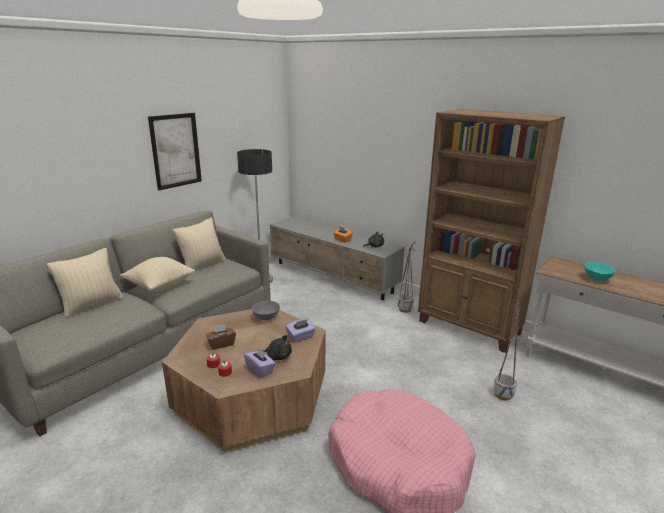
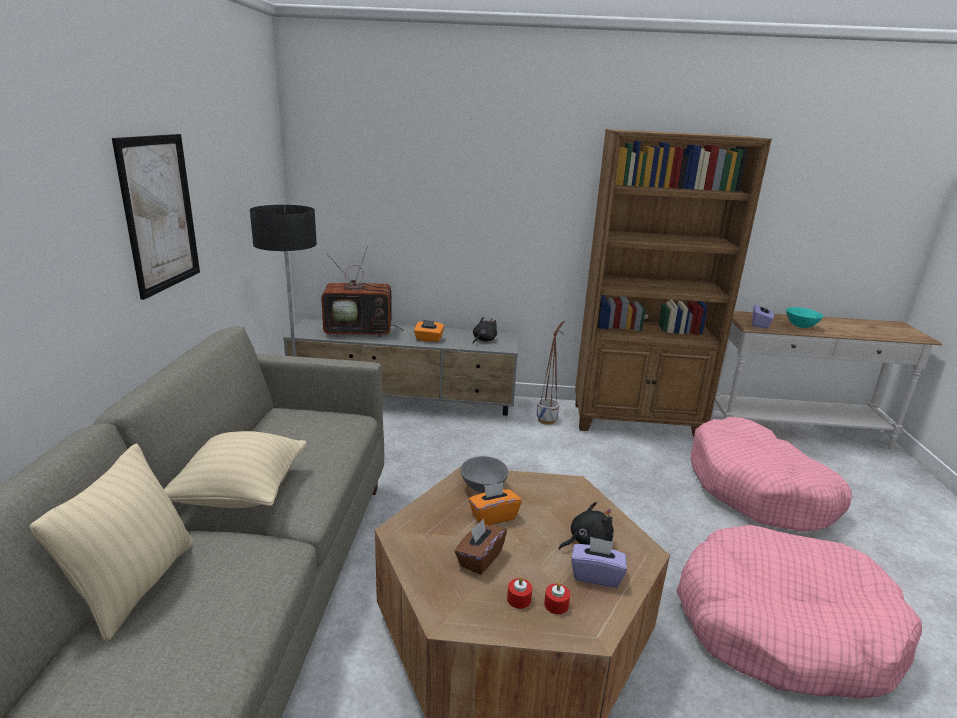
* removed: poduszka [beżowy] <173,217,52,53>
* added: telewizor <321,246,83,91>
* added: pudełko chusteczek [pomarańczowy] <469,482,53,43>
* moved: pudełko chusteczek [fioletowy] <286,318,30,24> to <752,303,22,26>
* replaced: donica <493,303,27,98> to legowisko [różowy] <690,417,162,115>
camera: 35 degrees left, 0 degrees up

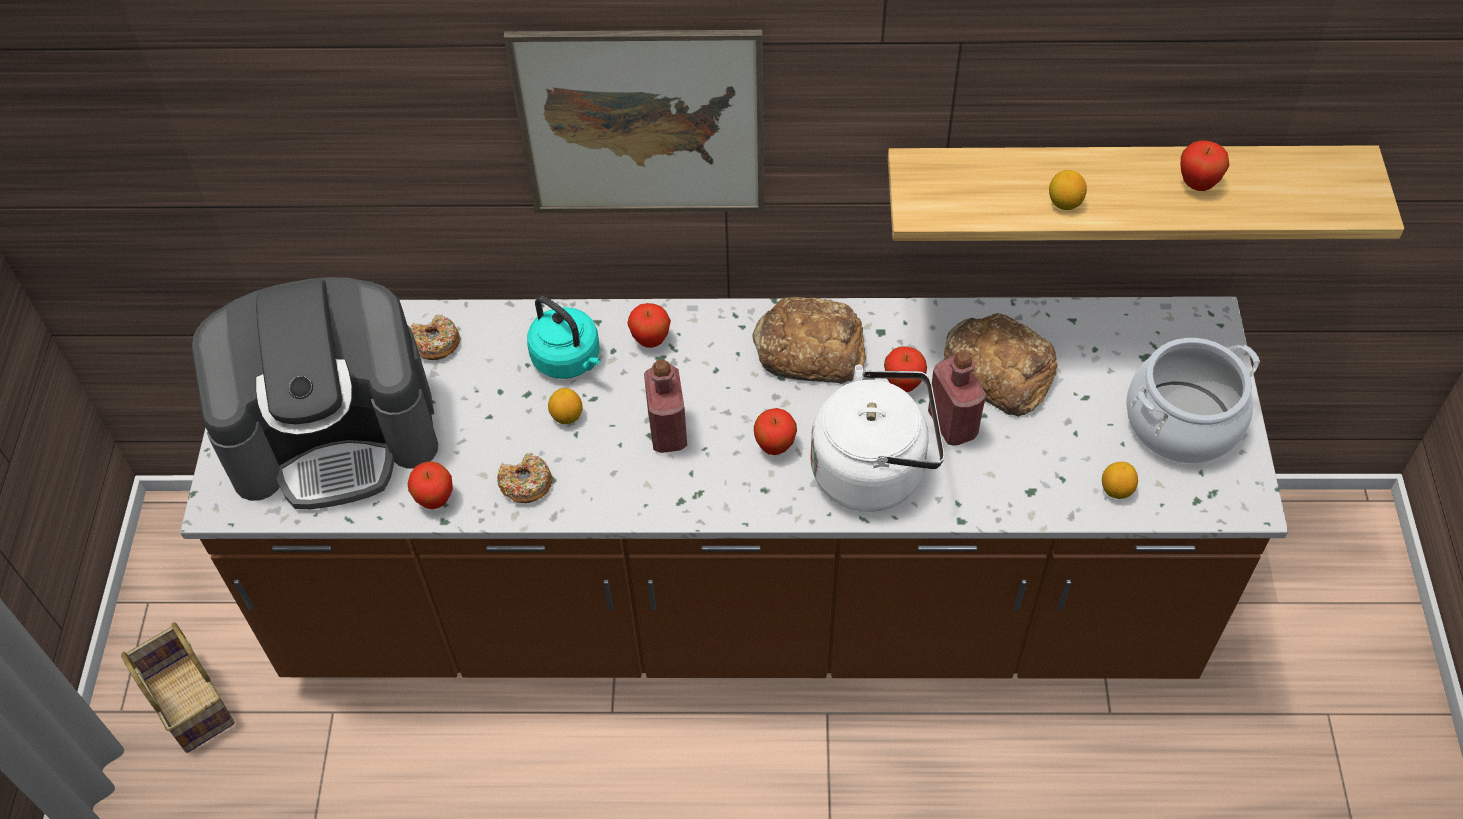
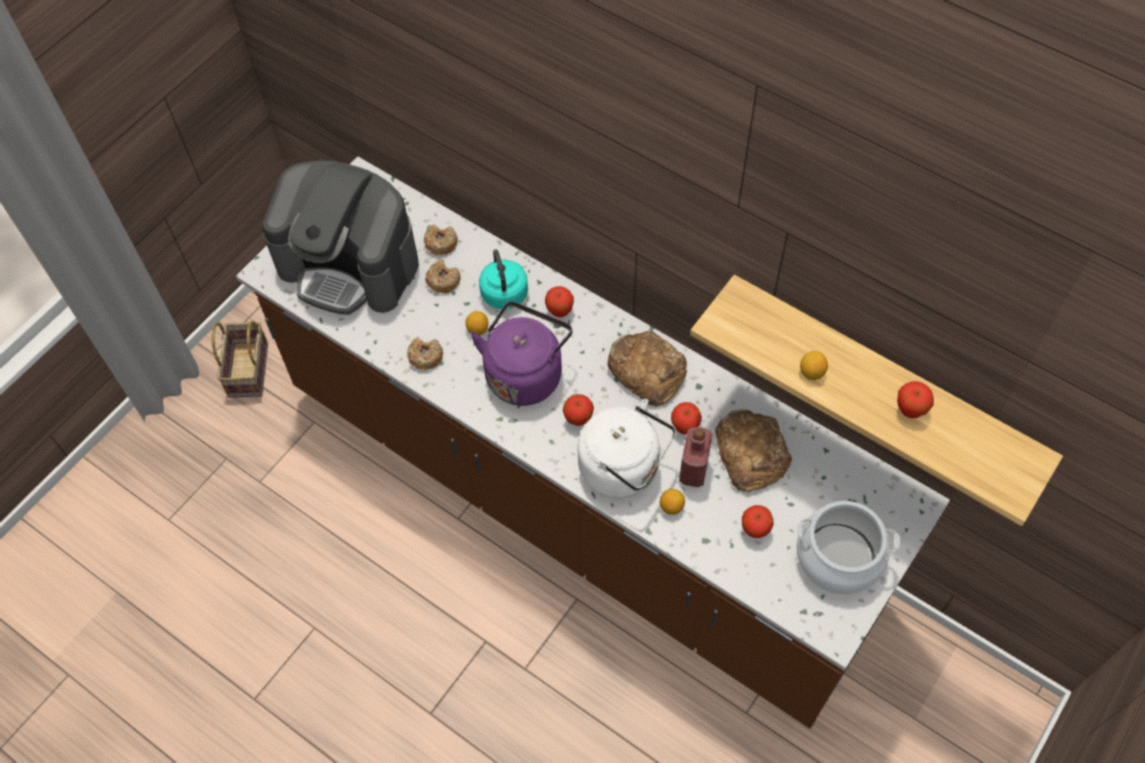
* removed: obraz <504,30,260,183>
* added: donut <425,260,36,33>
* moved: jabłko <408,461,45,48> to <742,505,32,33>
* moved: cytryna <1102,462,36,37> to <660,489,25,26>
* replaced: butelka [czerwony] <644,359,43,94> to czajnik [fioletowy] <470,301,102,105>
camera: 35 degrees right, 5 degrees up

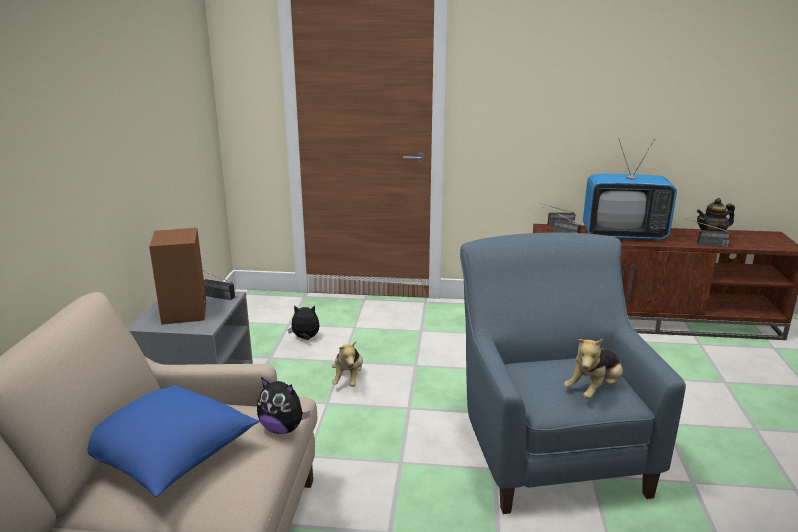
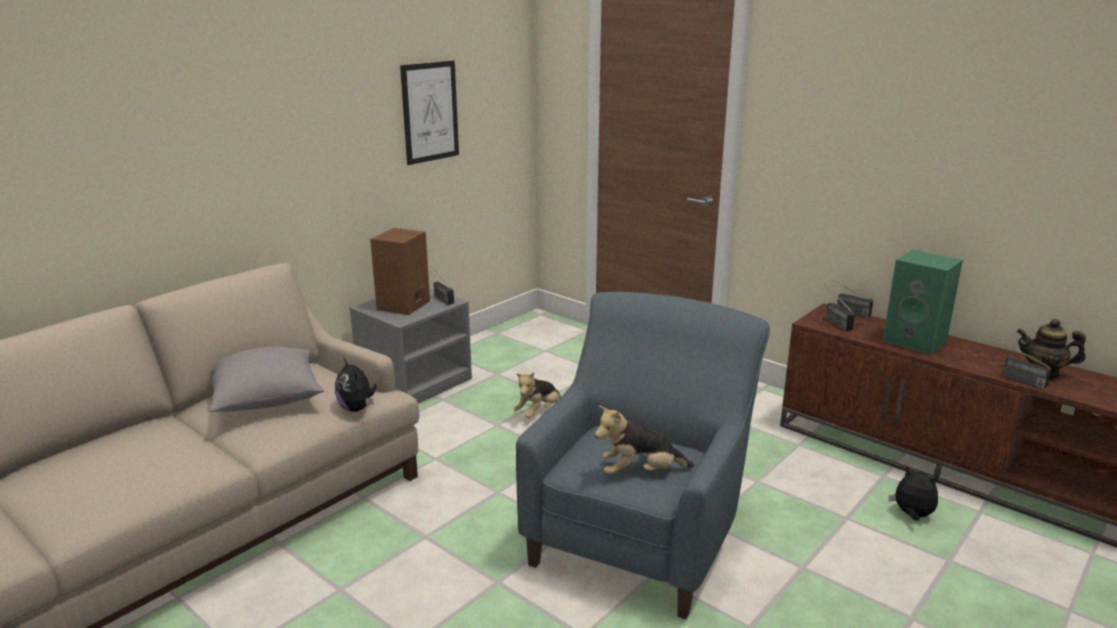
* added: obraz <400,61,59,104>
* moved: pluszak <288,305,32,35> to <889,466,49,55>
* replaced: telewizor <583,138,94,102> to głośnik [zielony] <882,250,81,105>
* recoloured: poduszka [niebieski] <87,384,172,113> to poduszka [szary] <209,346,115,66>
camera: 35 degrees right, 0 degrees up

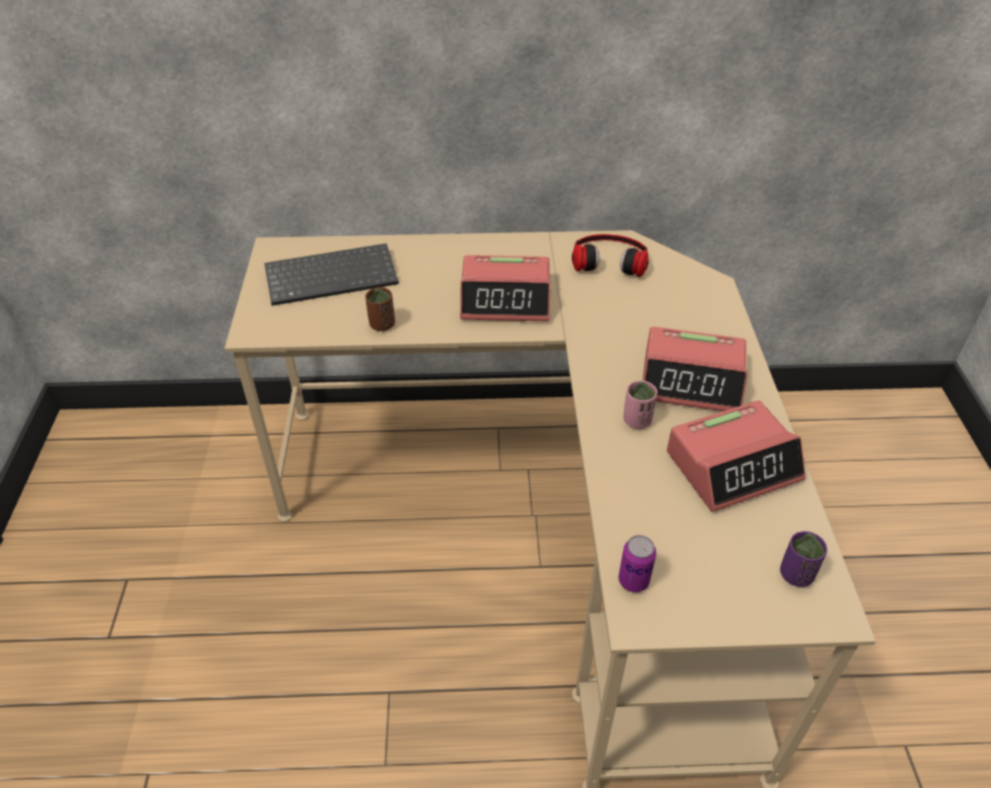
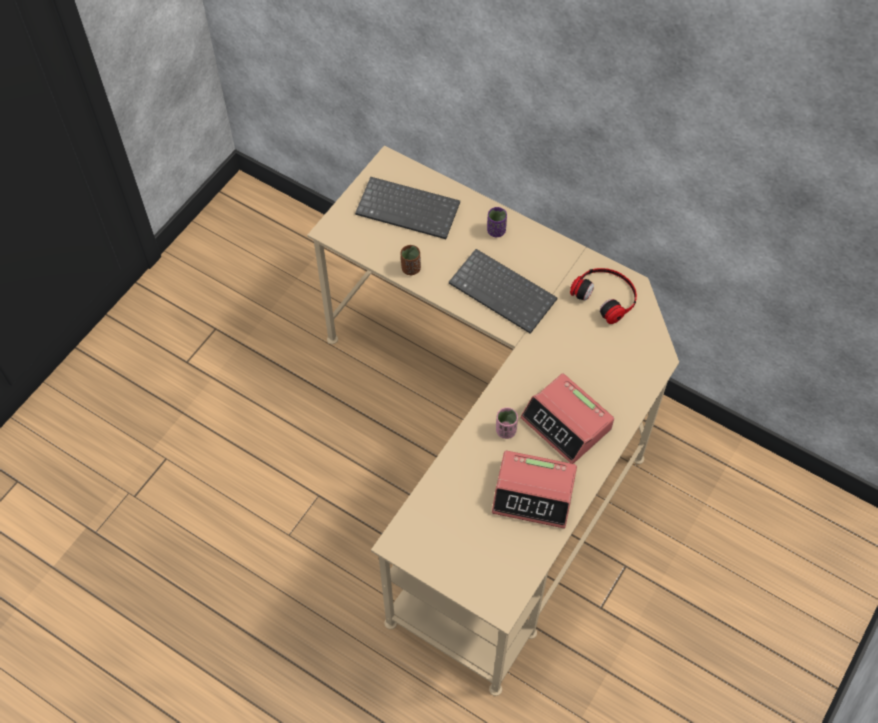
* removed: puszka <618,535,38,57>
* moved: filiżanka [fioletowy] <780,531,47,56> to <487,207,20,30>
* replaced: budzik <460,255,91,66> to klawiatura <449,249,108,85>
camera: 35 degrees right, 15 degrees up

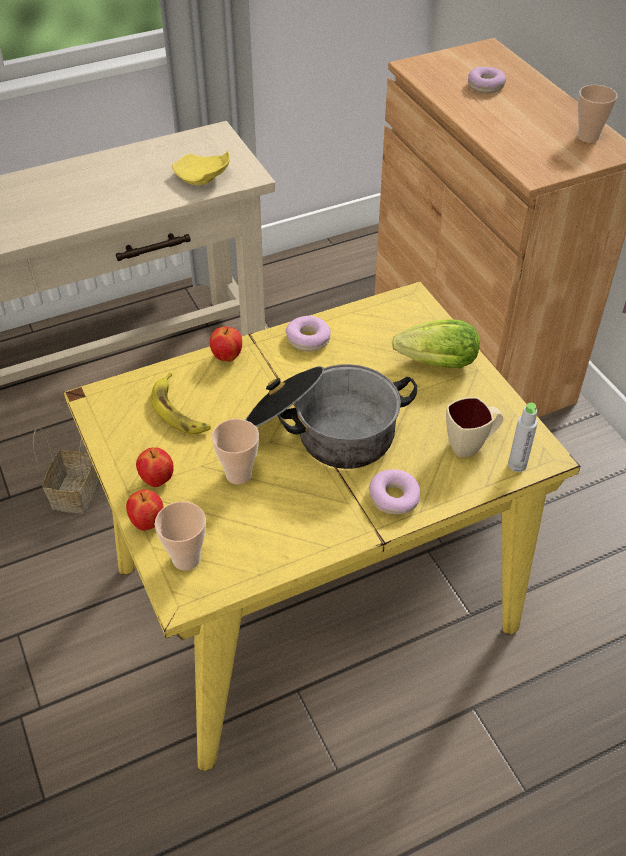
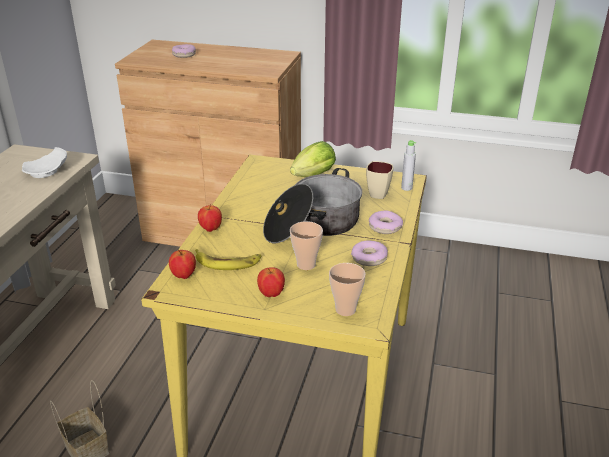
* removed: filiżanka <578,85,39,58>
* moved: jabłko <126,489,38,41> to <169,250,27,29>
* moved: donut <286,316,45,35> to <351,241,37,25>
* recoloured: talerz [żółty] <172,151,58,34> to talerz [biały] <22,147,45,31>
camera: 50 degrees left, 15 degrees down

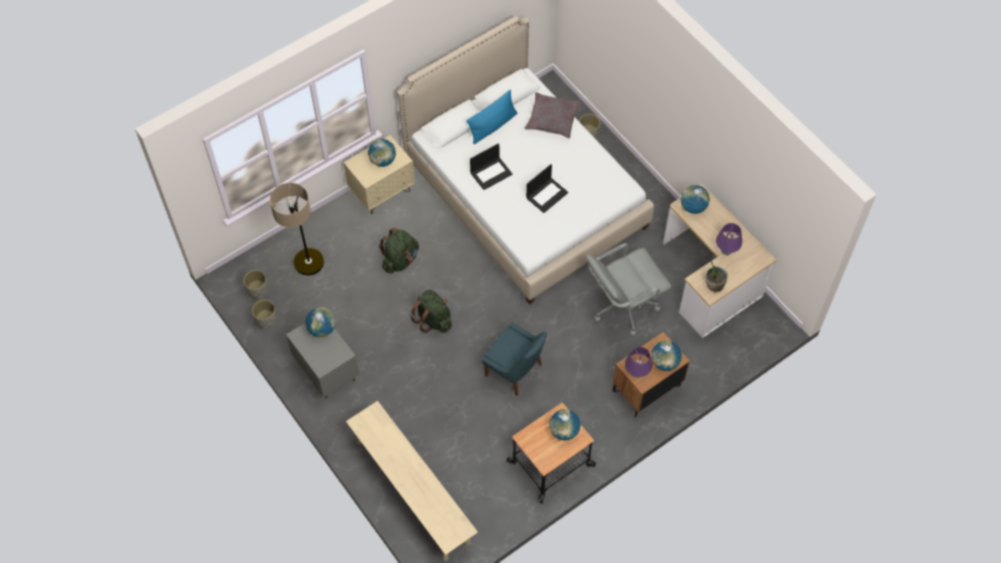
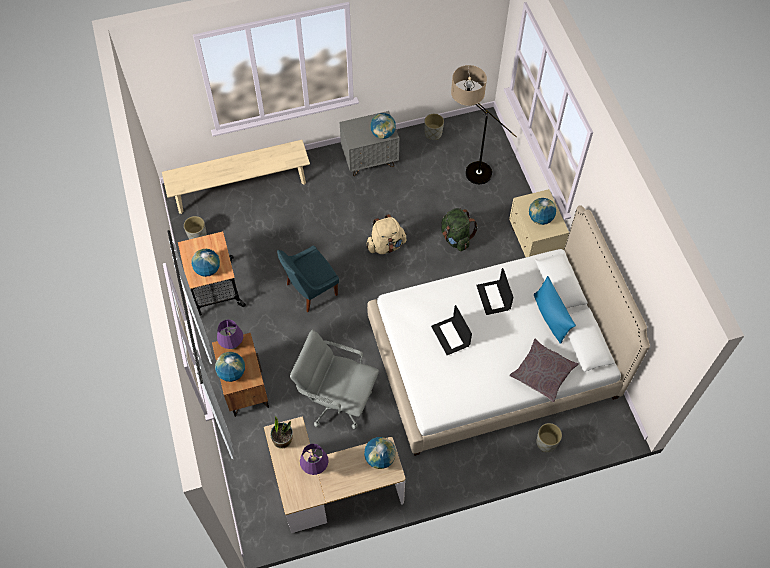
* moved: donica [szary] <243,270,25,30> to <184,216,23,23>
* recoloured: plecak [zielony] <410,289,42,44> to plecak [beżowy] <367,214,40,40>
* turned: krzesło biurowe [szary] <586,243,86,92> = <290,330,89,99> 60 degrees counterclockwise
camera: 110 degrees right, 0 degrees up

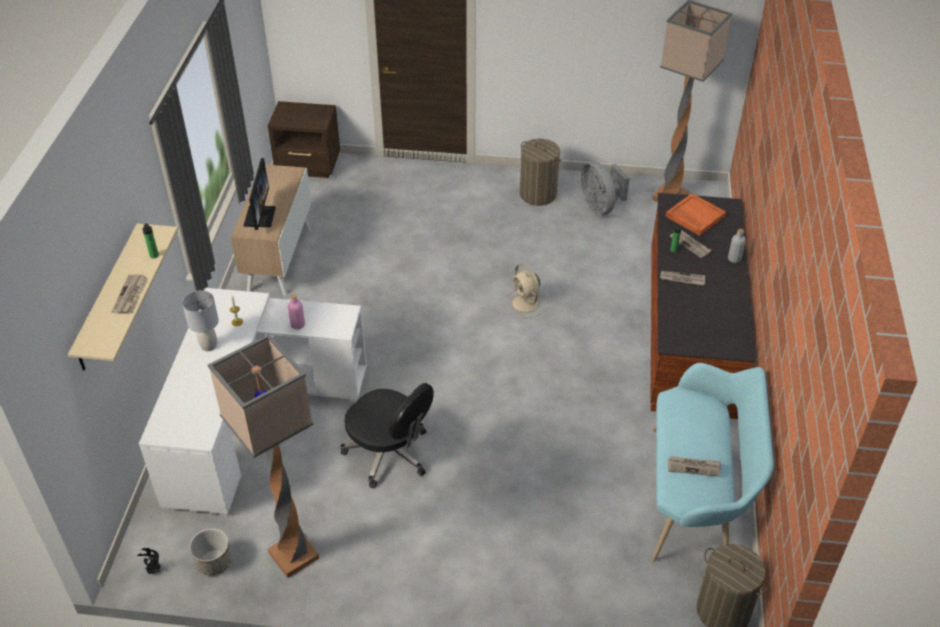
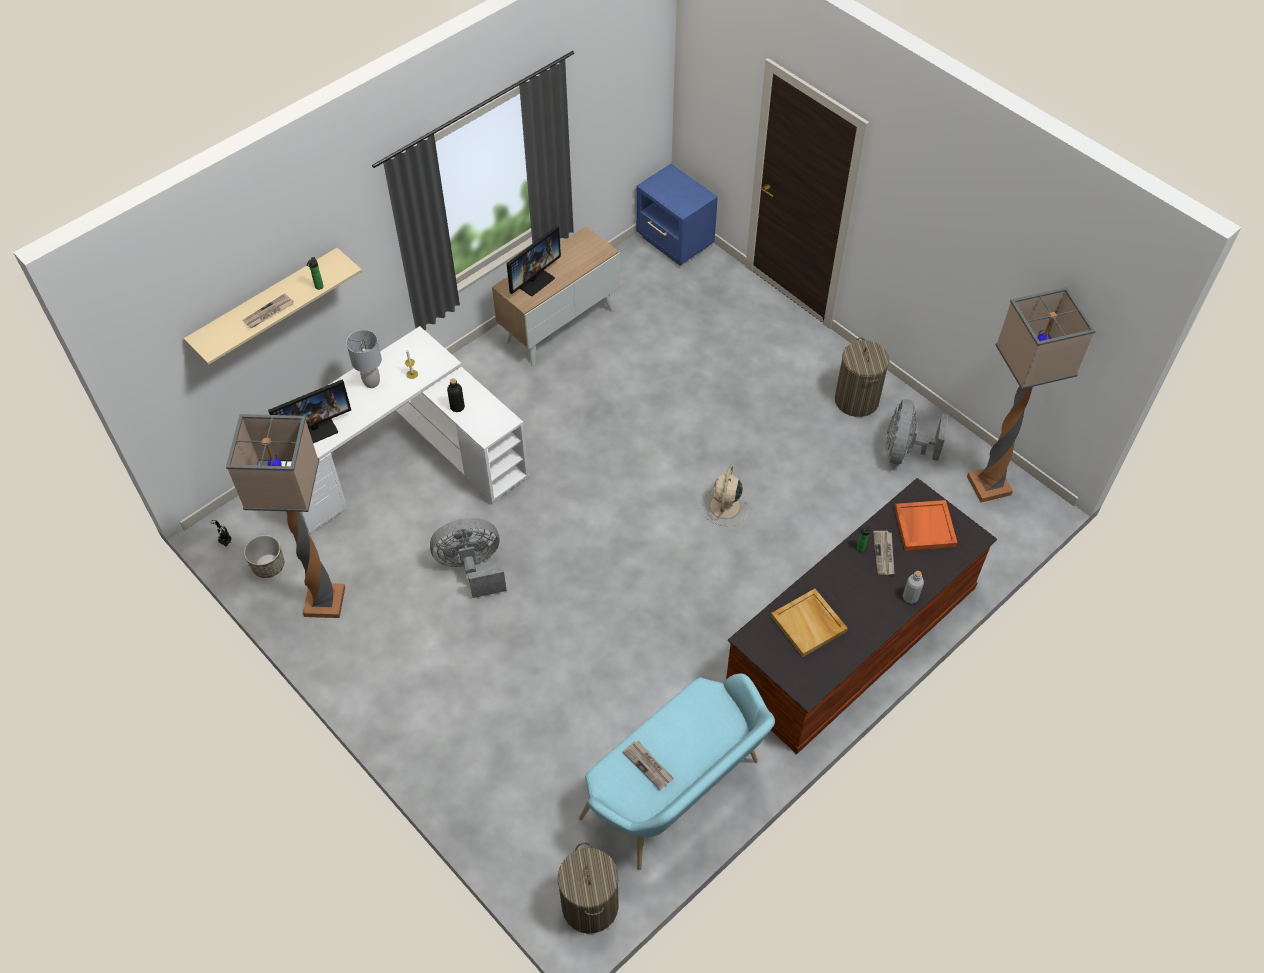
* removed: gazeta <660,271,46,14>
* added: monitor <268,380,83,63>
* added: taca [beżowy] <771,589,77,68>
* replaced: krzesło biurowe [czarny] <340,383,94,105> to wentylator [szary] <430,518,77,80>
* recoloured: szafka nocna [brązowy] <268,101,72,77> to szafka nocna [niebieski] <636,164,82,102>
* recoloured: butelka [różowy] <288,294,17,36> to butelka [czarny] <447,378,18,34>
camera: 40 degrees right, 10 degrees up

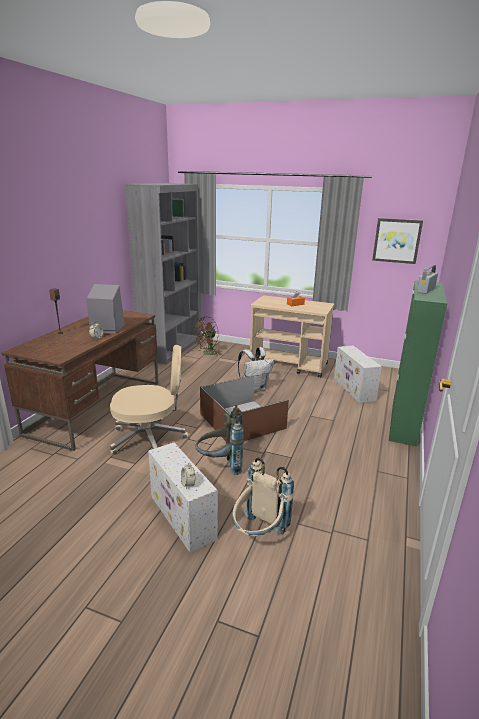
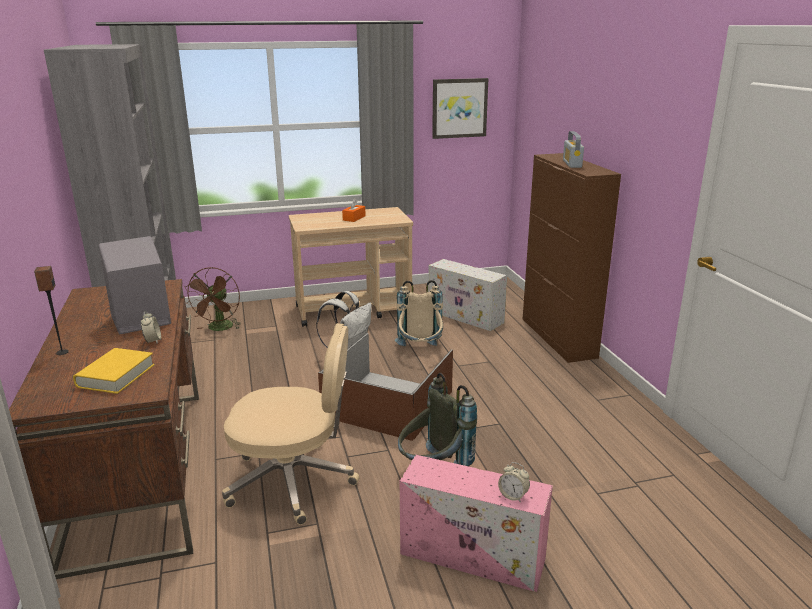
* added: książka [żółty] <73,348,82,46>
* moved: plecak [beżowy] <232,457,62,79> to <395,280,48,66>
* recoloured: pojemnik do przechowywania [biały] <148,443,70,110> to pojemnik do przechowywania [różowy] <400,455,153,137>
* recoloured: szafka [zielony] <389,280,58,166> to szafka [brązowy] <523,153,98,210>
* turned: krzesło biurowe [beżowy] <110,345,79,110> = <222,323,138,202> 45 degrees clockwise
camera: 35 degrees left, 0 degrees up

